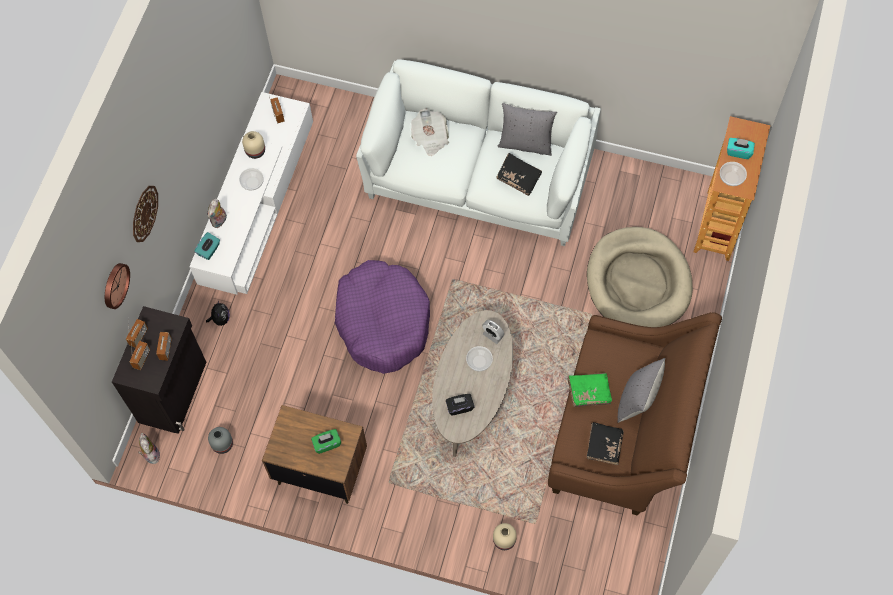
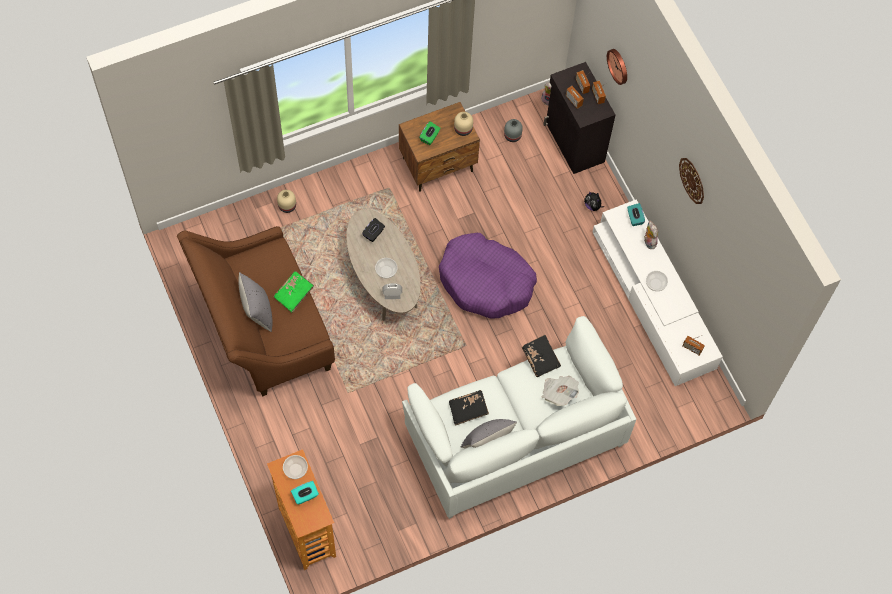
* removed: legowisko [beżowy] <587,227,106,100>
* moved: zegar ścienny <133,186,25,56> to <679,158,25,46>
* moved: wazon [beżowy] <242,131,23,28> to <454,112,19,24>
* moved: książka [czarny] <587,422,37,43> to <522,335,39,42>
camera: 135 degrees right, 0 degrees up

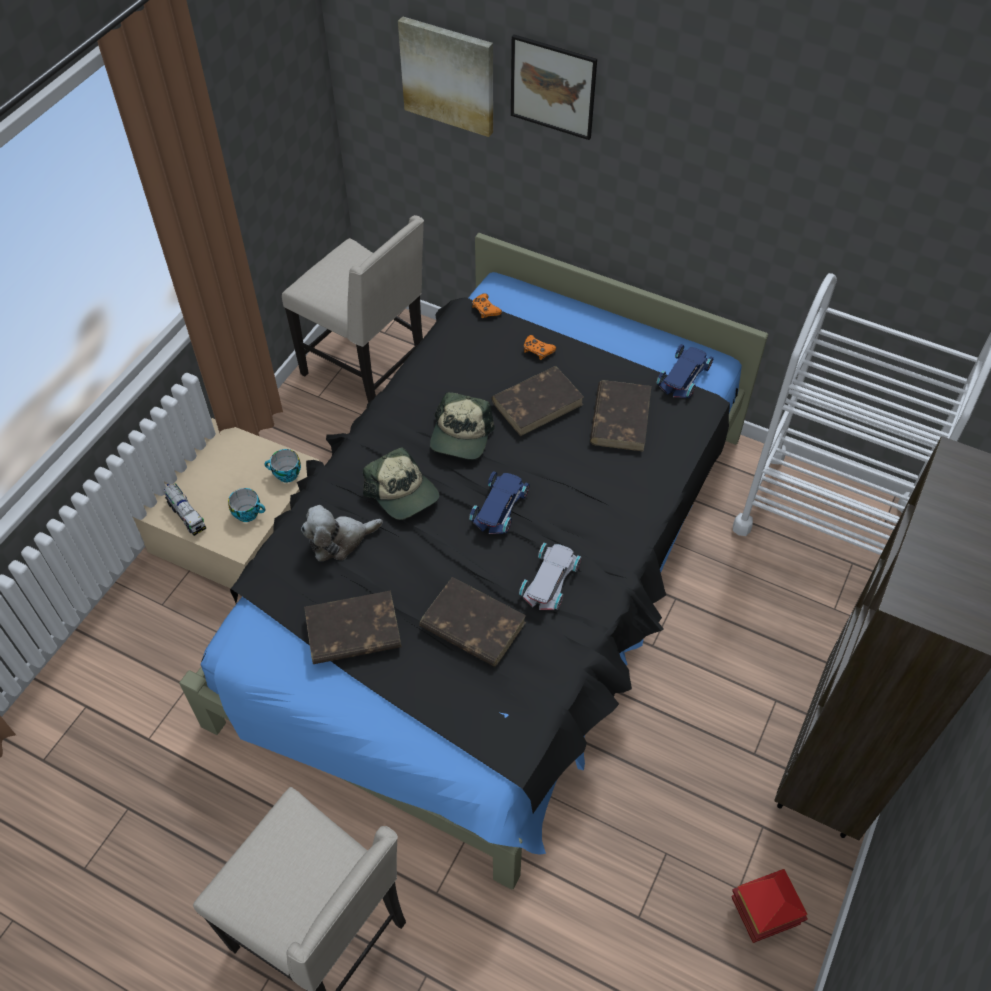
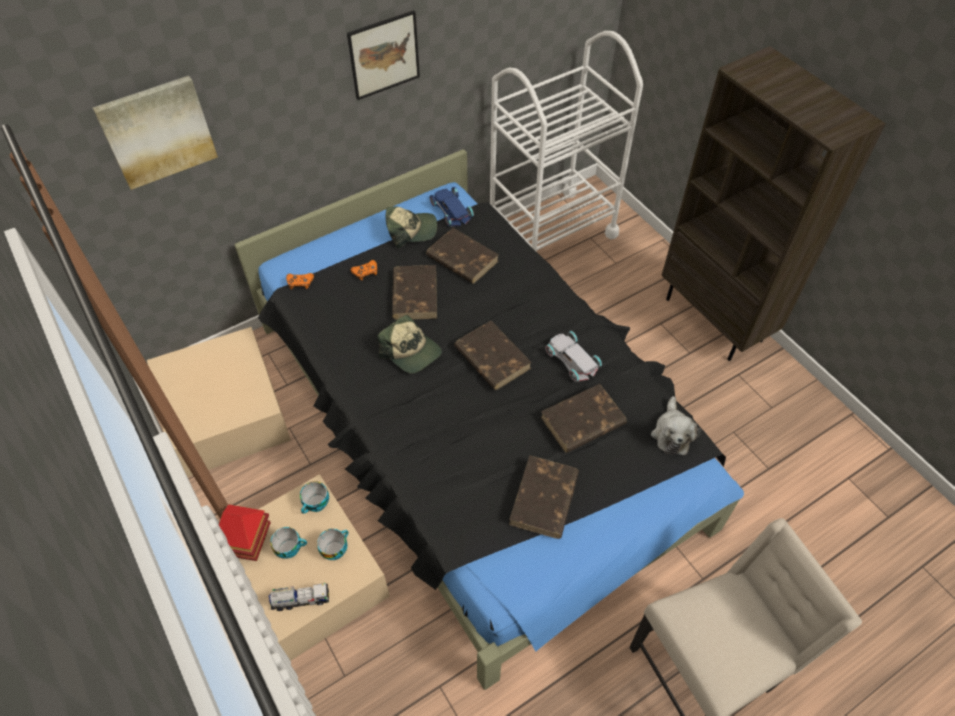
* added: filiżanka <270,527,37,32>
* moved: pluszak <301,505,82,56> to <651,396,50,59>
* moved: czapka z daszkiem <363,447,76,73> to <385,206,52,42>
* moved: obraz <511,34,86,106> to <347,10,73,90>
* moved: domek <731,869,77,74> to <219,504,52,57>
* replaced: krzesło [beżowy] <282,215,142,188> to pojemnik do przechowywania [beżowy] <147,327,144,150>
* replaced: samochodzik [niebieski] <469,471,61,63> to książka [brązowy] <454,321,78,69>
camera: 60 degrees left, 0 degrees up

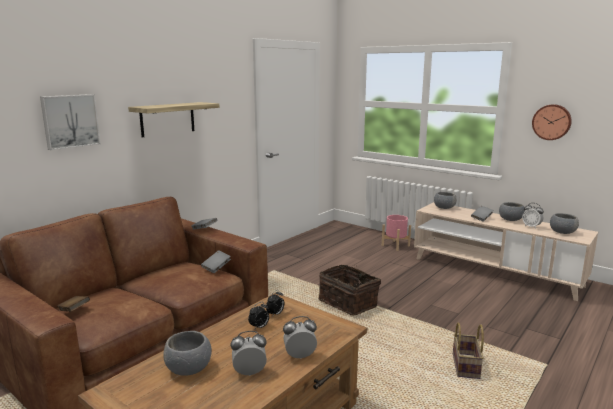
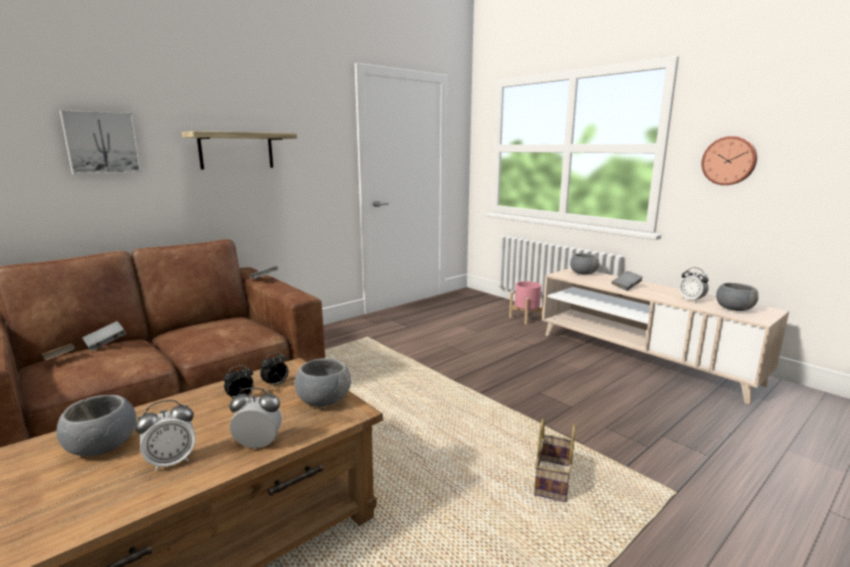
* removed: koszyk <319,265,62,50>
* moved: książka [szary] <201,250,30,23> to <82,321,44,30>
* moved: miska [szary] <499,202,26,19> to <295,358,56,49>
* turned: budzik <230,331,37,45> = <135,400,61,71> 150 degrees clockwise
camera: 10 degrees right, 0 degrees up

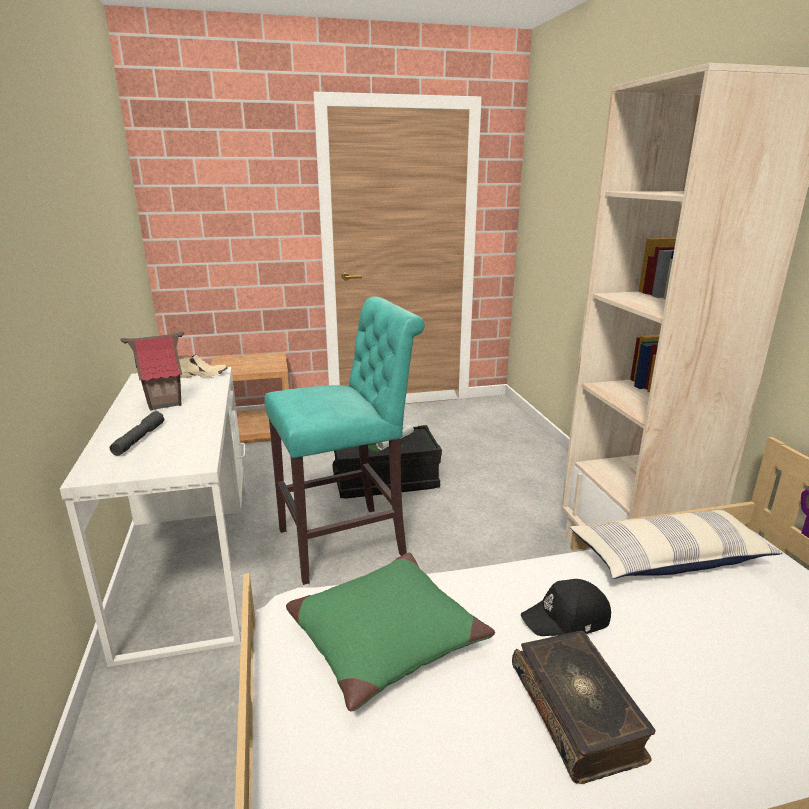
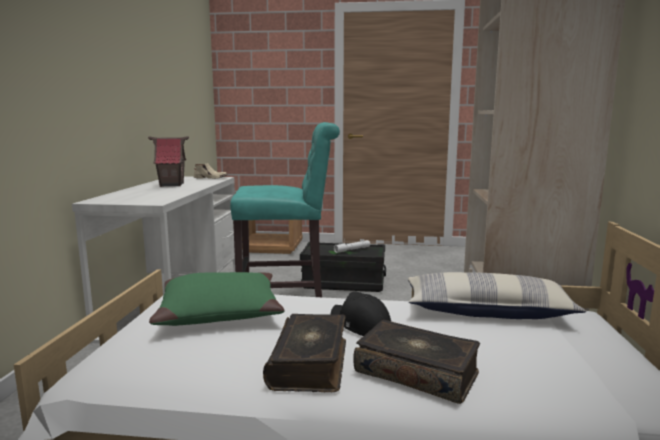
* removed: latarka [szary] <110,411,54,45>
* added: książka <353,320,127,84>
* turned: czapka z daszkiem [czarny] <521,579,90,57> = <331,291,60,45> 45 degrees clockwise
camera: 20 degrees right, 10 degrees down

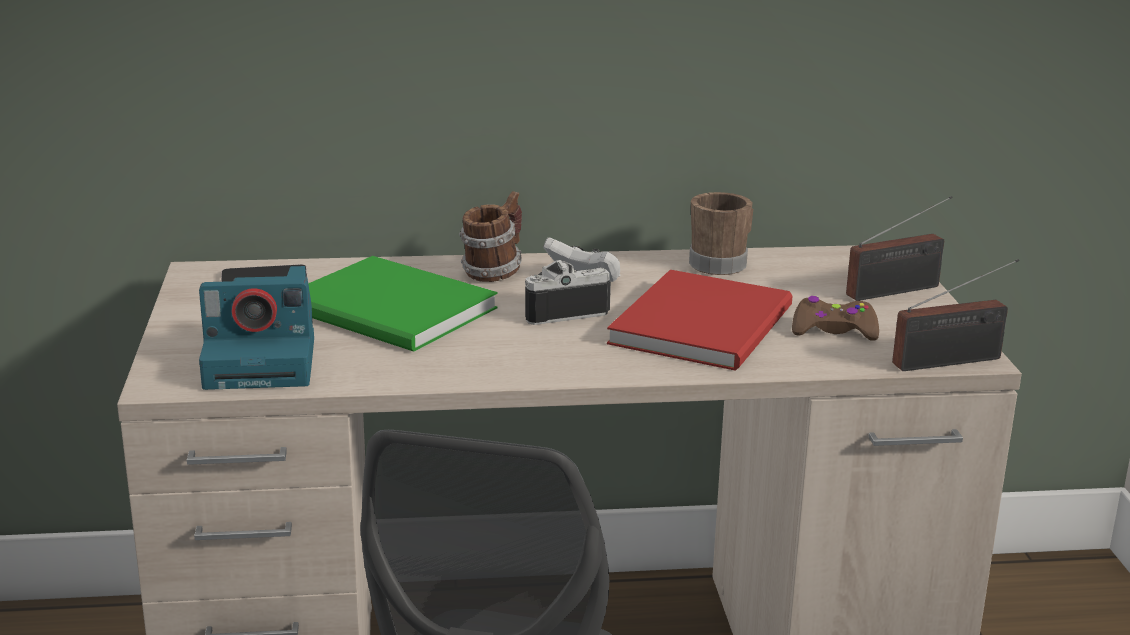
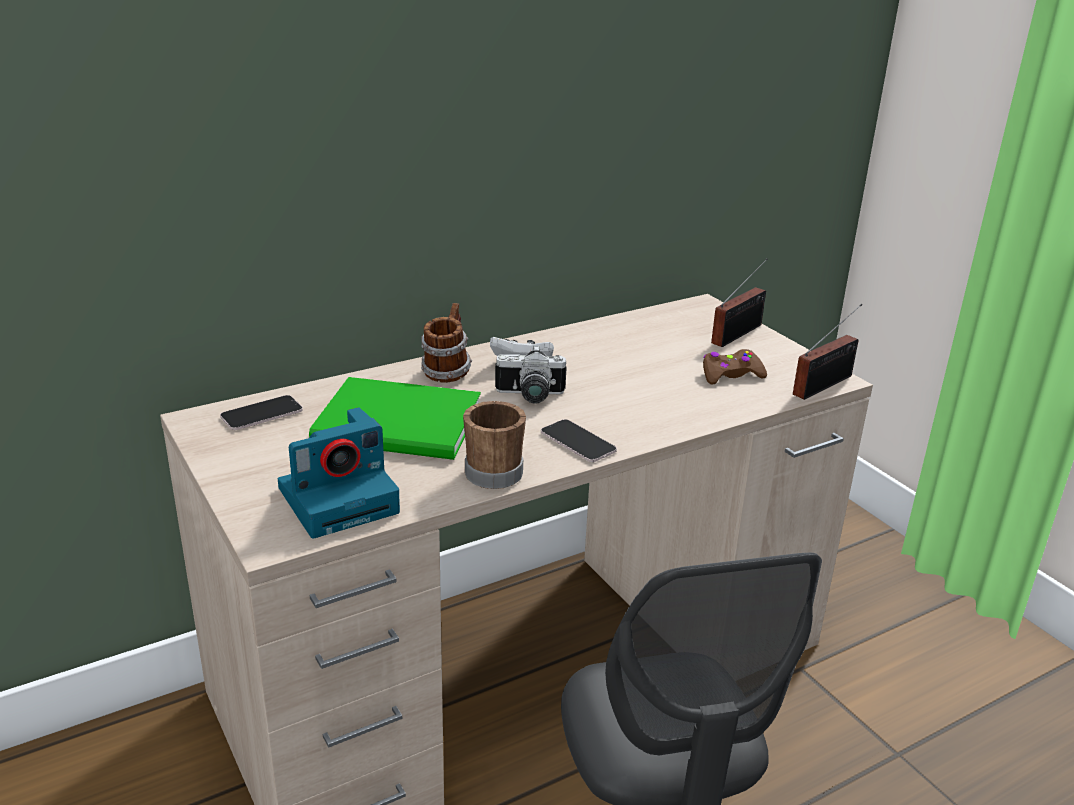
* removed: książka [czerwony] <607,270,185,101>
* added: telefon <541,419,76,43>
* moved: kubek [brązowy] <689,192,64,83> to <463,401,63,88>
* turned: aparat fotograficzny <525,260,86,65> = <495,346,72,58> 135 degrees counterclockwise
camera: 25 degrees left, 5 degrees up

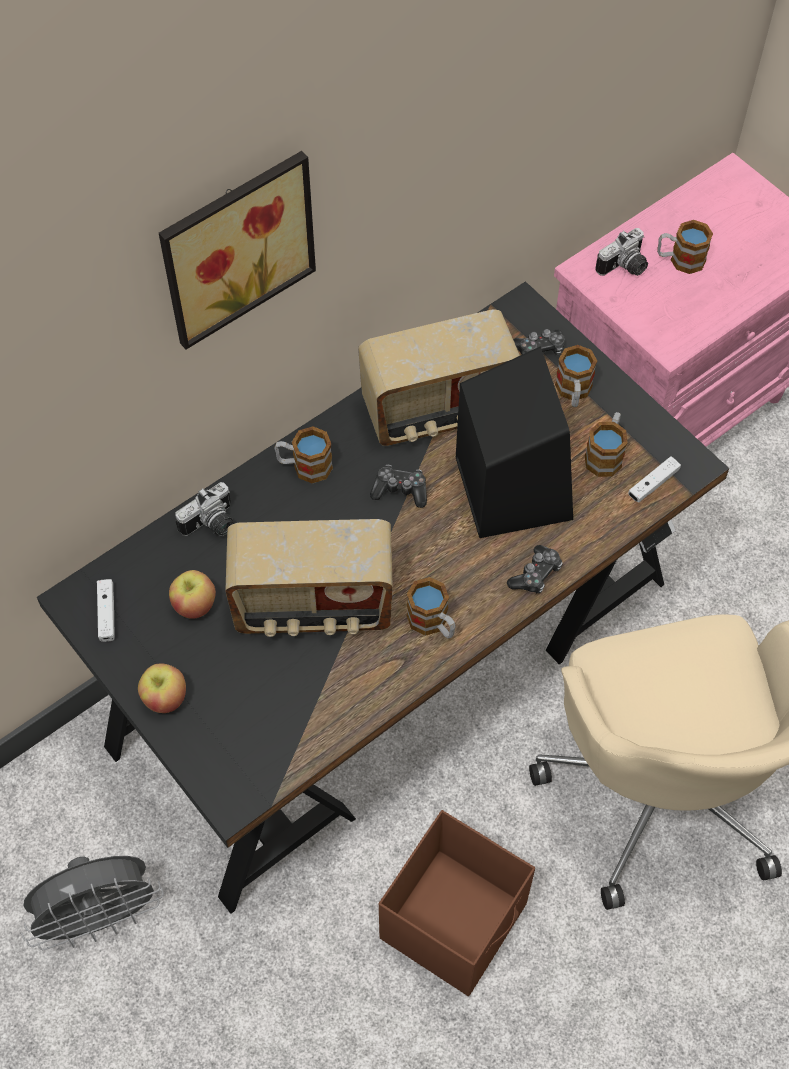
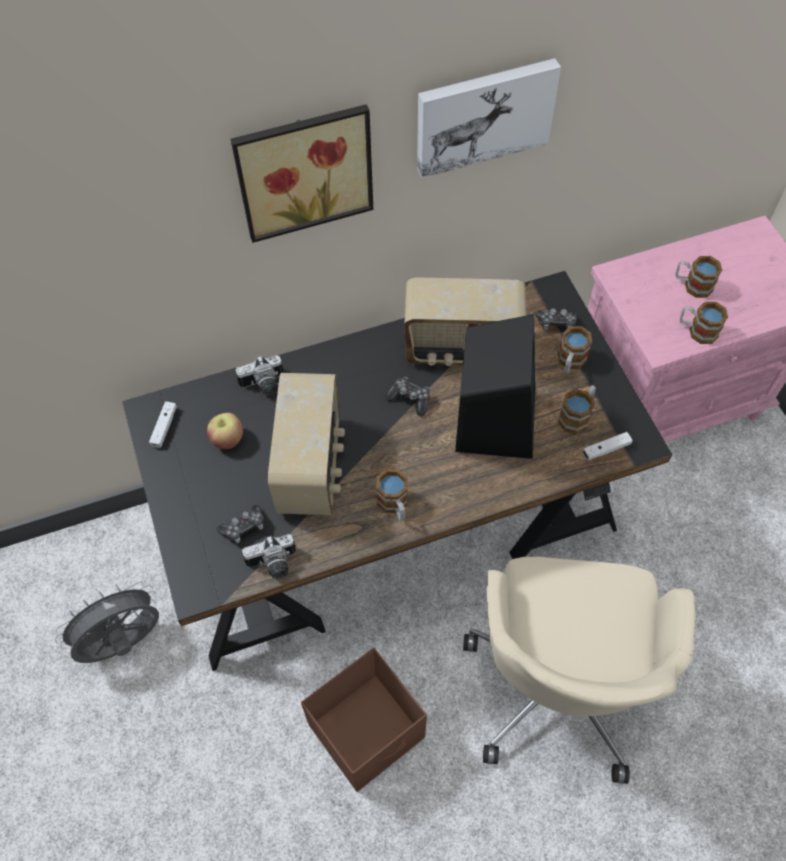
* removed: jabłko <138,664,48,49>
* added: obraz <417,58,144,120>
* moved: kubek <274,426,59,57> to <680,302,48,42>
* moved: pad do gier <507,545,56,48> to <217,505,47,39>
* moved: aparat fotograficzny <595,228,53,48> to <242,534,54,45>
* turned: wentylator [szary] <21,856,143,94> = <55,582,104,81> 150 degrees clockwise
* turned: radio <225,519,168,118> = <268,373,77,142> 105 degrees counterclockwise
camera: 20 degrees right, 0 degrees up

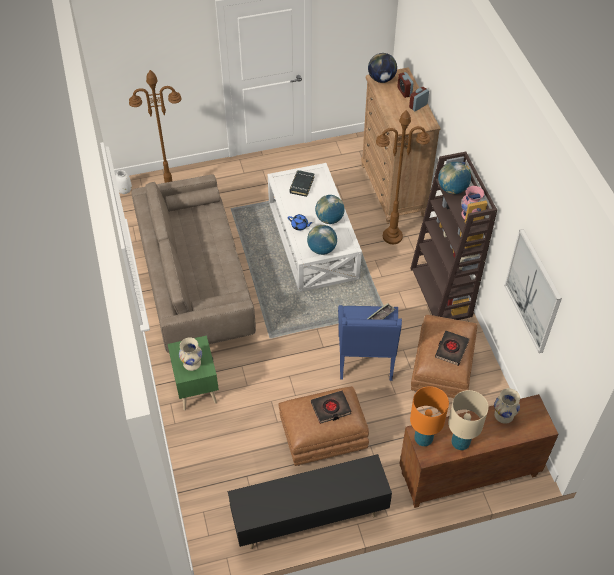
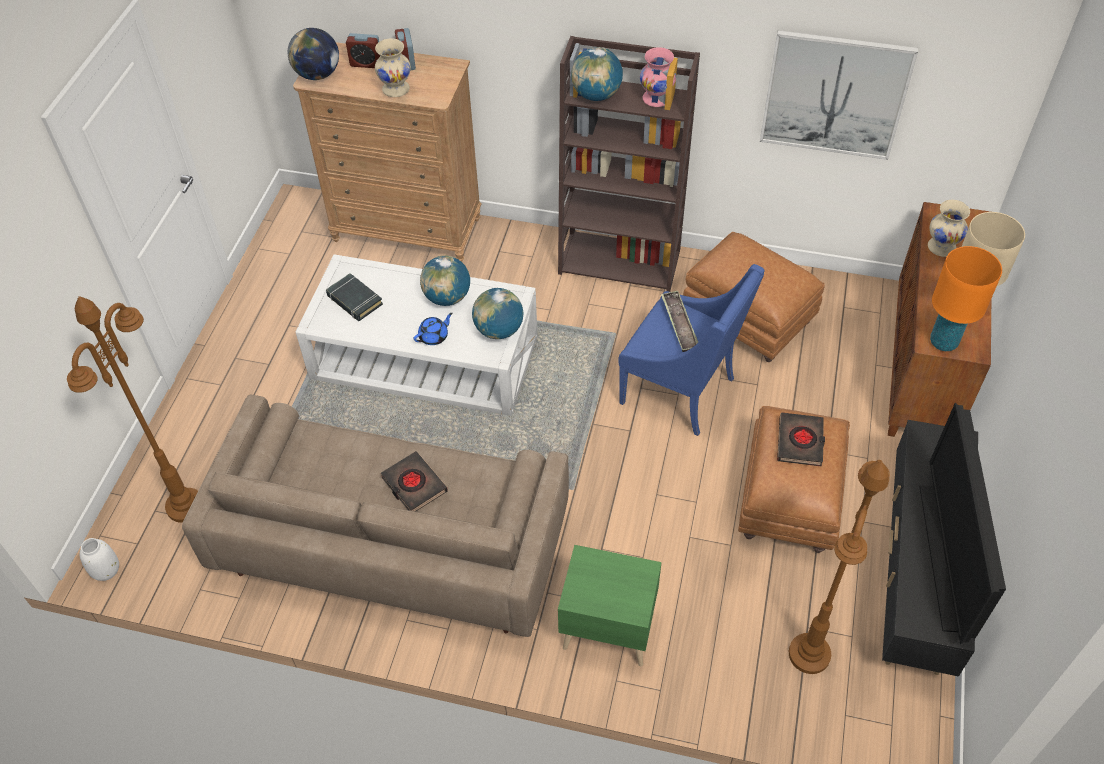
* added: telewizor <919,403,87,242>
* moved: wazon [beżowy] <179,337,23,34> to <375,38,36,59>
* moved: lampa stojąca [brązowy] <376,110,54,134> to <789,460,101,214>
* moved: książka [czarny] <435,330,34,36> to <380,451,68,61>
camera: 60 degrees left, 0 degrees up

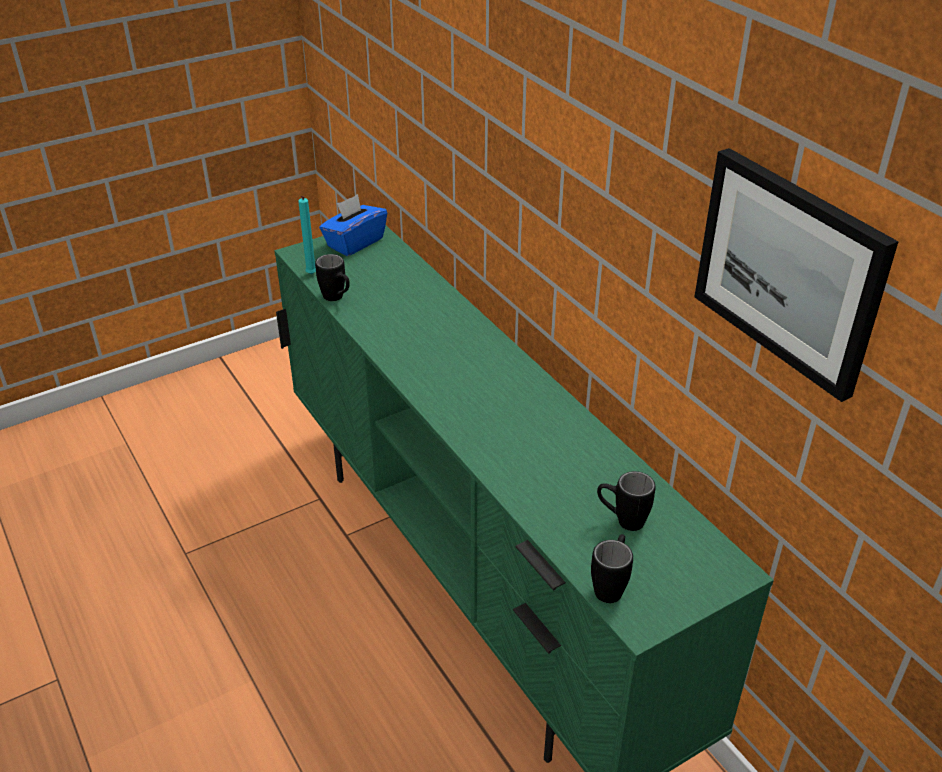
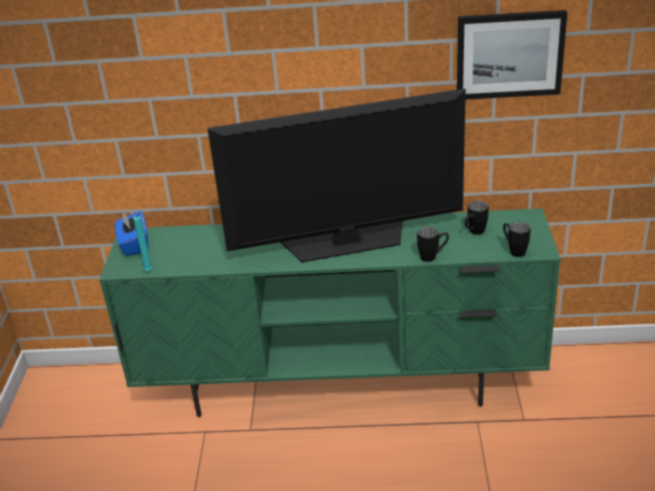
* added: telewizor <207,89,259,173>
* moved: kubek [czarny] <315,254,35,47> to <417,227,32,35>
camera: 55 degrees left, 5 degrees down

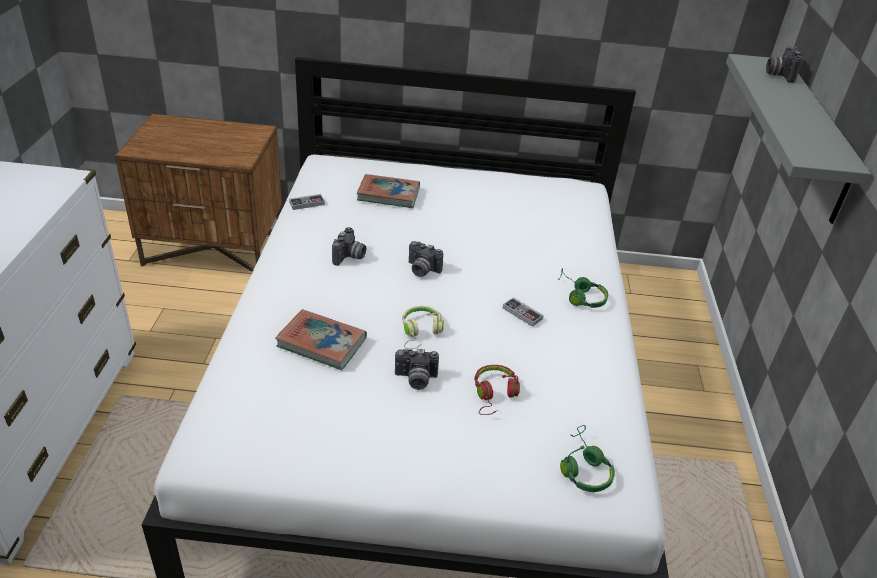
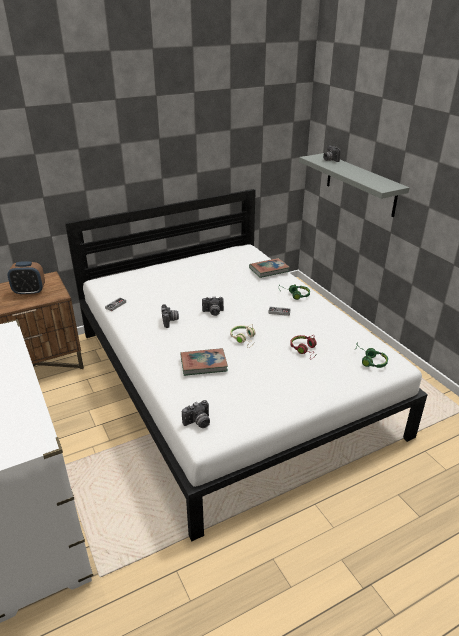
* added: budzik <8,261,37,34>
* moved: książka <357,174,63,34> to <249,258,41,20>
* moved: aparat fotograficzny <395,349,44,41> to <182,400,28,28>
camera: 30 degrees left, 5 degrees down

